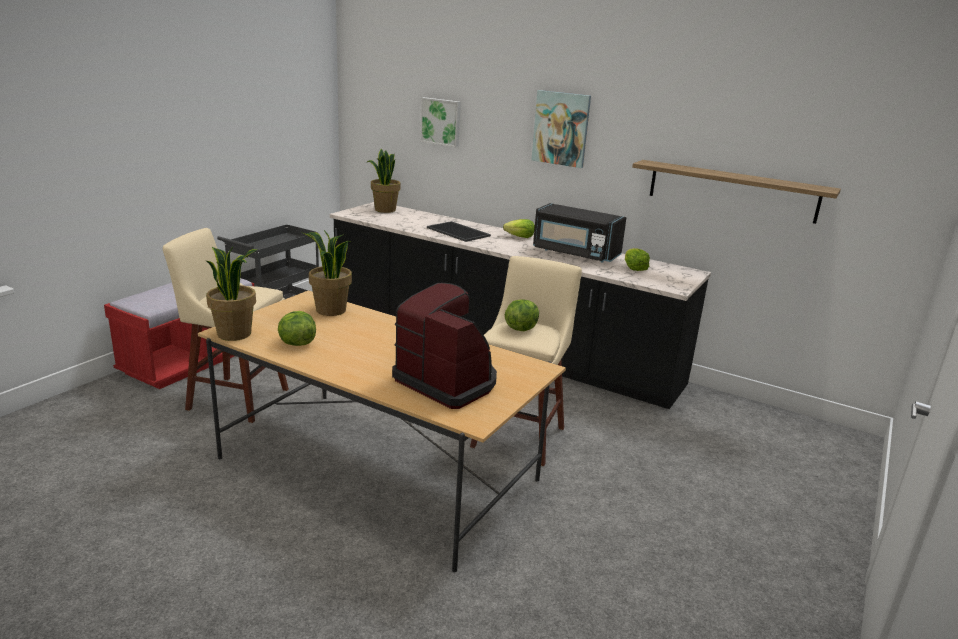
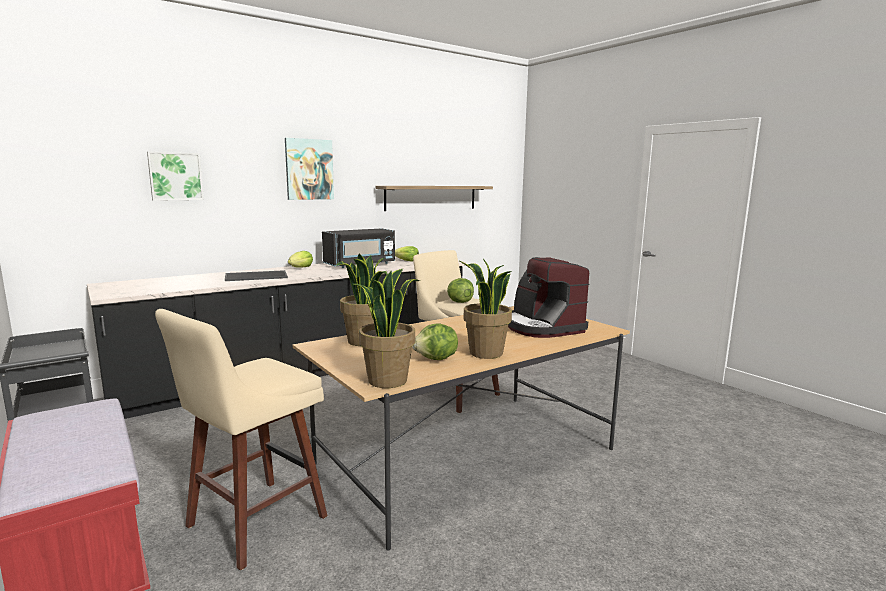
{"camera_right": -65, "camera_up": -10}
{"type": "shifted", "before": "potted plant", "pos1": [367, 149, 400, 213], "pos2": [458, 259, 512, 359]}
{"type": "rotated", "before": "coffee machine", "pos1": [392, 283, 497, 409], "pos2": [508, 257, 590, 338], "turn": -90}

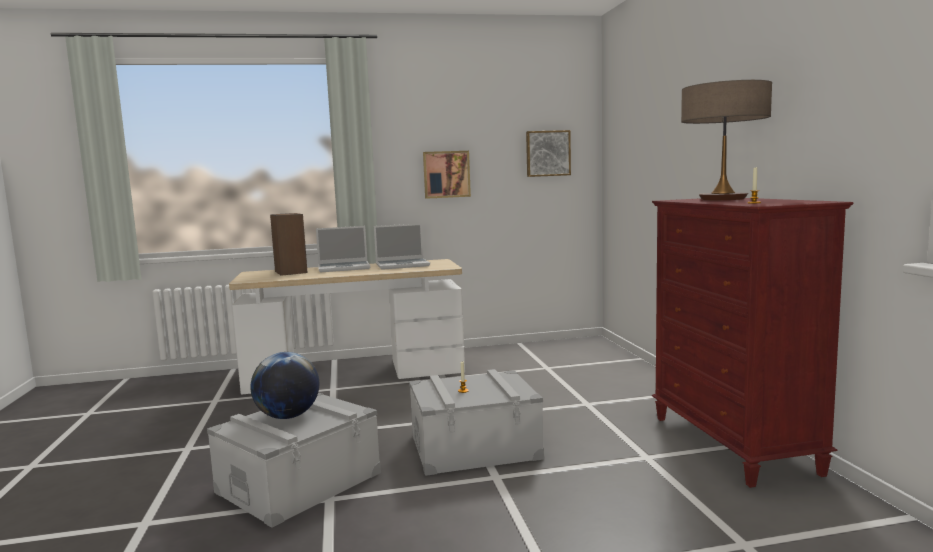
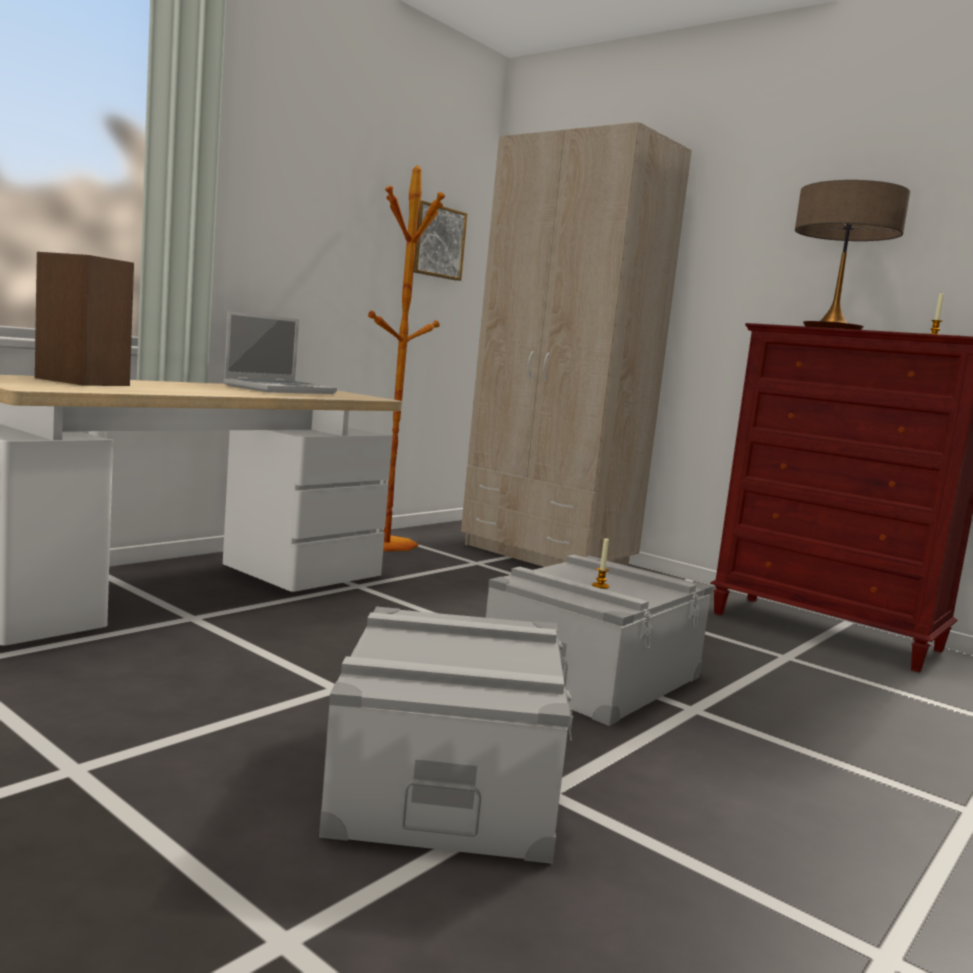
{"camera_right": -40, "camera_up": 0}
{"type": "new", "after": "clothes rack/orange", "pos2": [368, 165, 445, 551]}
{"type": "new", "after": "wardrobe/beige", "pos2": [461, 122, 692, 567]}
{"type": "gone", "before": "globe", "pos1": [250, 352, 319, 419]}
{"type": "gone", "before": "laptop", "pos1": [316, 226, 370, 272]}
{"type": "gone", "before": "picture", "pos1": [423, 151, 471, 199]}

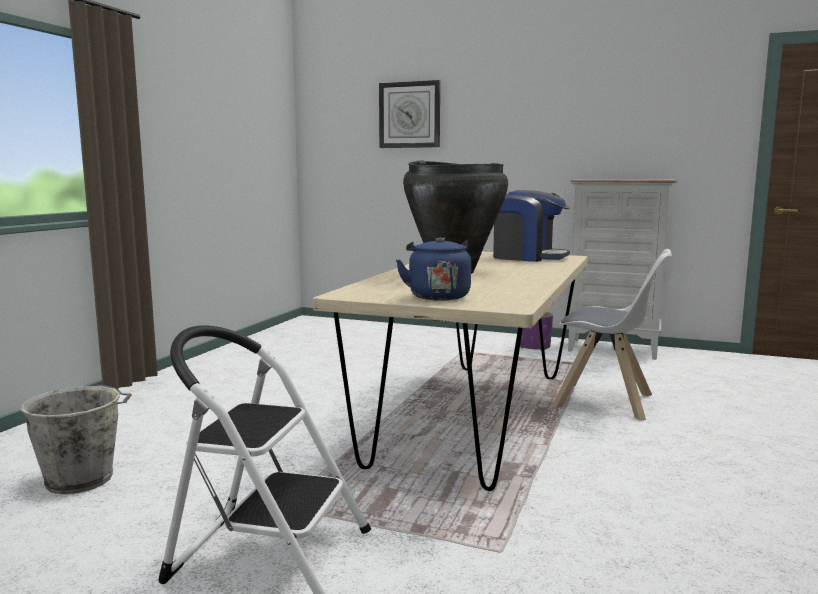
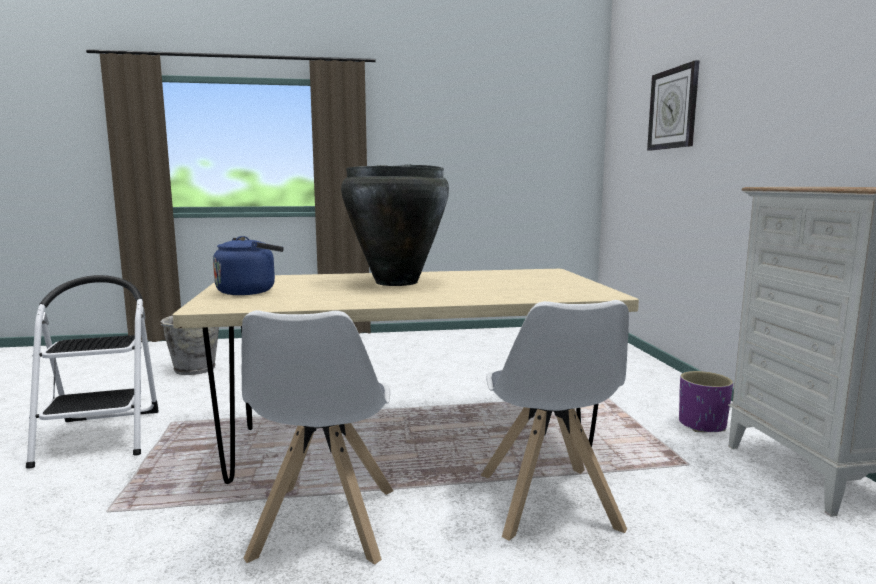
{"camera_right": 60, "camera_up": 0}
{"type": "new", "after": "chair", "pos2": [241, 310, 393, 565]}
{"type": "gone", "before": "coffee machine", "pos1": [493, 190, 570, 262]}

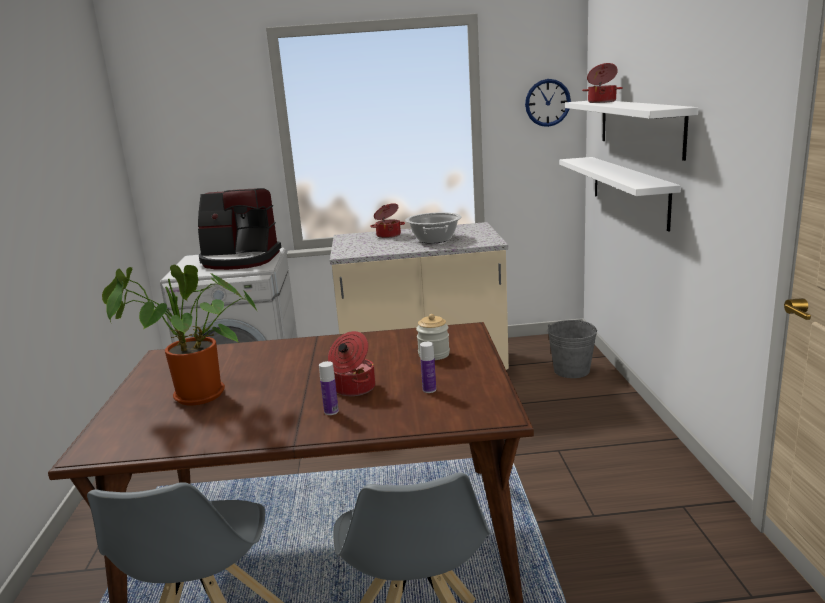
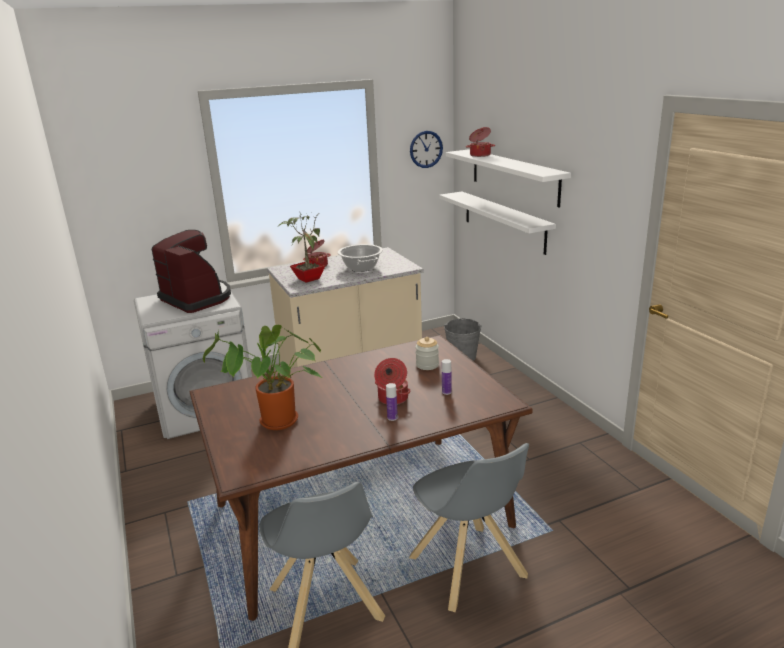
{"camera_right": -20, "camera_up": 5}
{"type": "rotated", "before": "coffee machine", "pos1": [198, 188, 281, 270], "pos2": [152, 230, 231, 313], "turn": -120}
{"type": "new", "after": "potted plant", "pos2": [277, 212, 325, 283]}

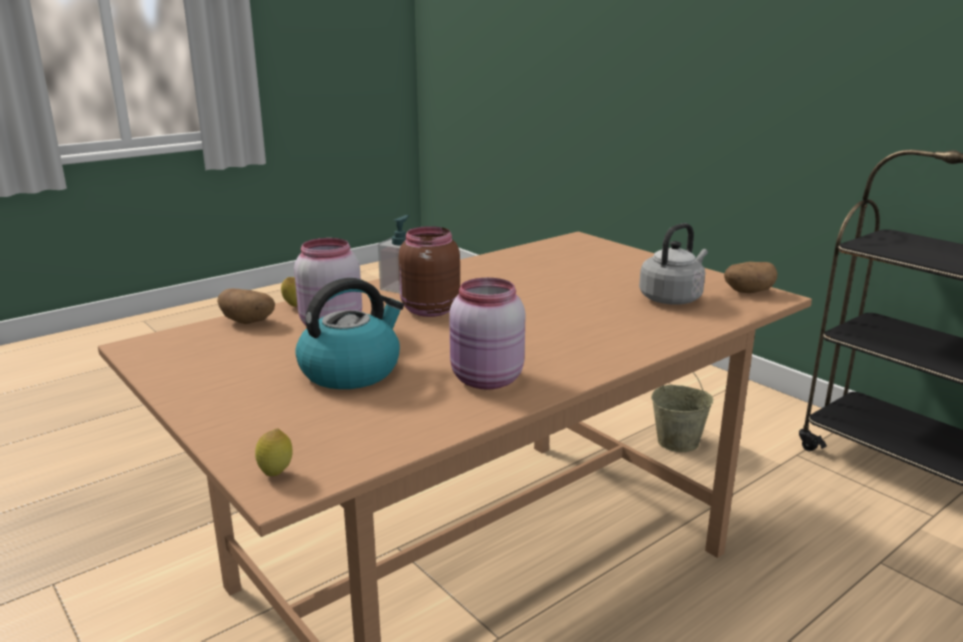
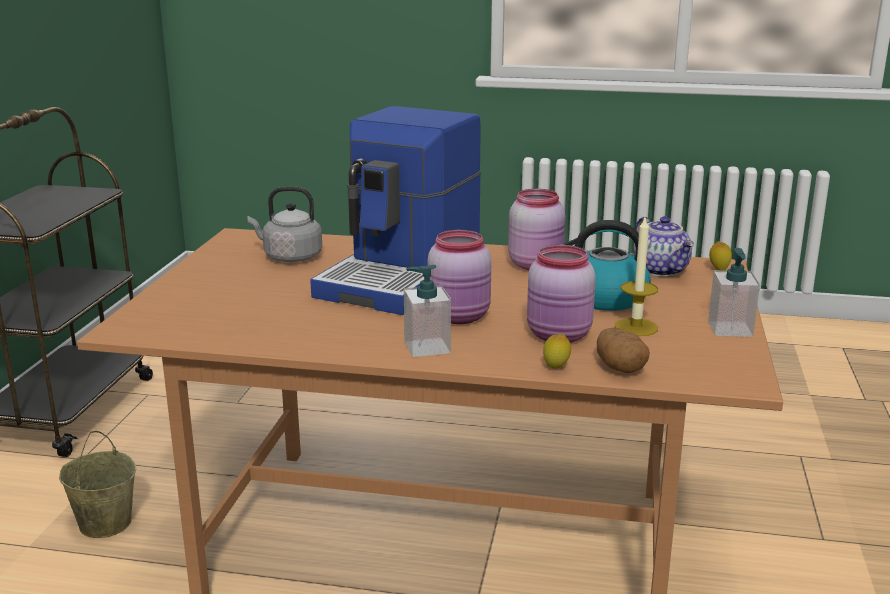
{"camera_right": -130, "camera_up": 0}
{"type": "new", "after": "coffee machine", "pos2": [310, 106, 482, 315]}
{"type": "repainted", "before": "jar/brown", "after": "jar/pink", "pos1": [399, 226, 460, 317], "pos2": [427, 230, 491, 324]}
{"type": "new", "after": "candle", "pos2": [615, 218, 658, 336]}
{"type": "new", "after": "teapot", "pos2": [633, 216, 694, 277]}
{"type": "new", "after": "soap dispenser", "pos2": [708, 248, 760, 337]}
{"type": "gone", "before": "potato", "pos1": [724, 262, 777, 293]}

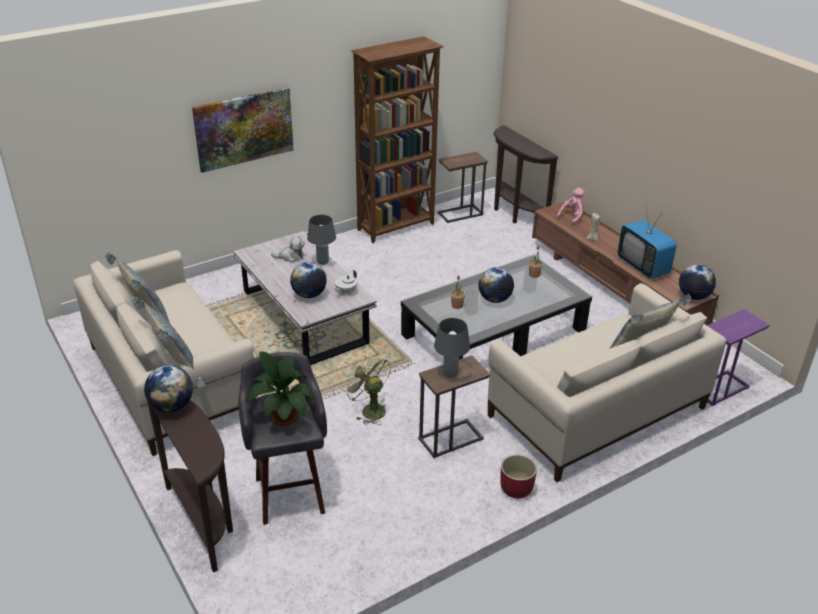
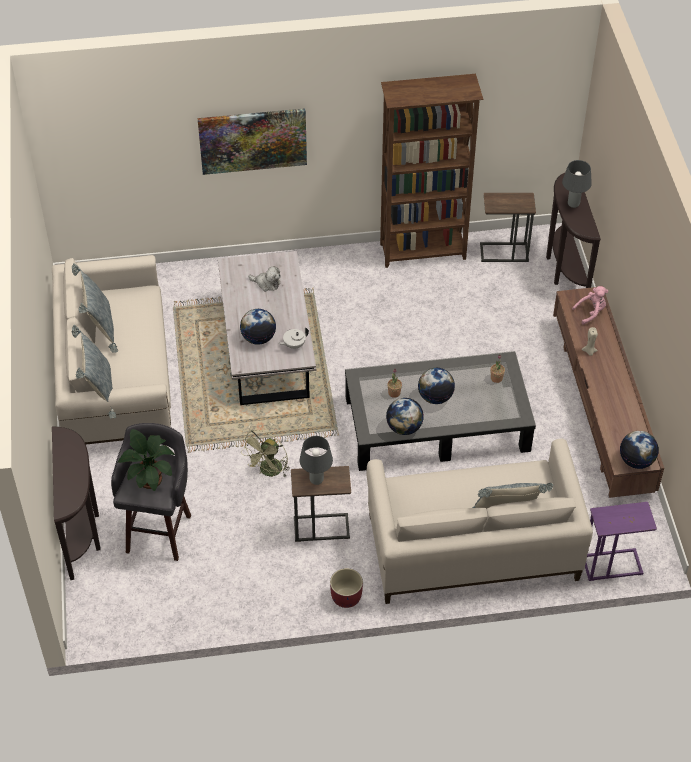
{"camera_right": 25, "camera_up": 15}
{"type": "rotated", "before": "fan/green", "pos1": [343, 354, 391, 425], "pos2": [242, 430, 289, 477], "turn": -135}
{"type": "shifted", "before": "globe", "pos1": [144, 365, 193, 413], "pos2": [386, 398, 424, 435]}
{"type": "shifted", "before": "table lamp/grey", "pos1": [307, 215, 336, 265], "pos2": [562, 160, 592, 208]}
{"type": "gone", "before": "television", "pos1": [617, 203, 677, 279]}

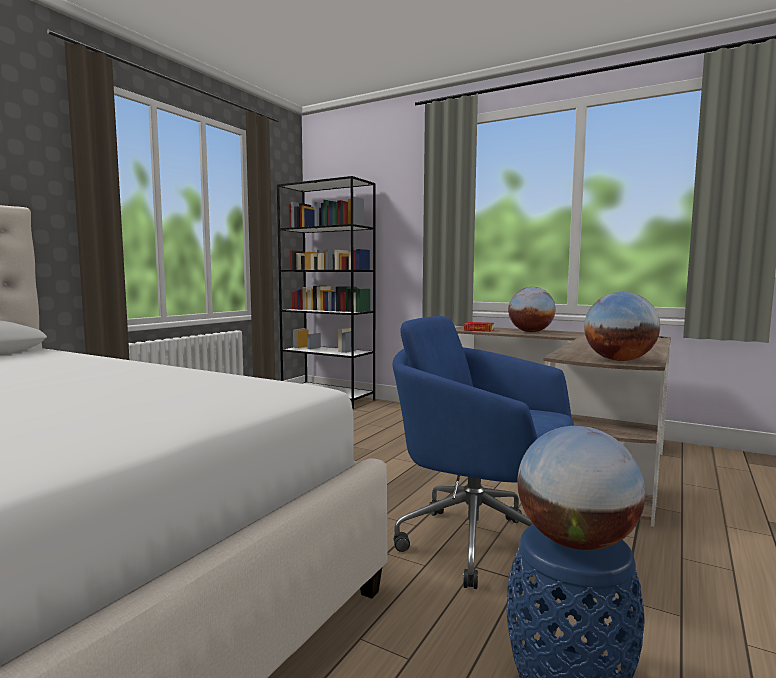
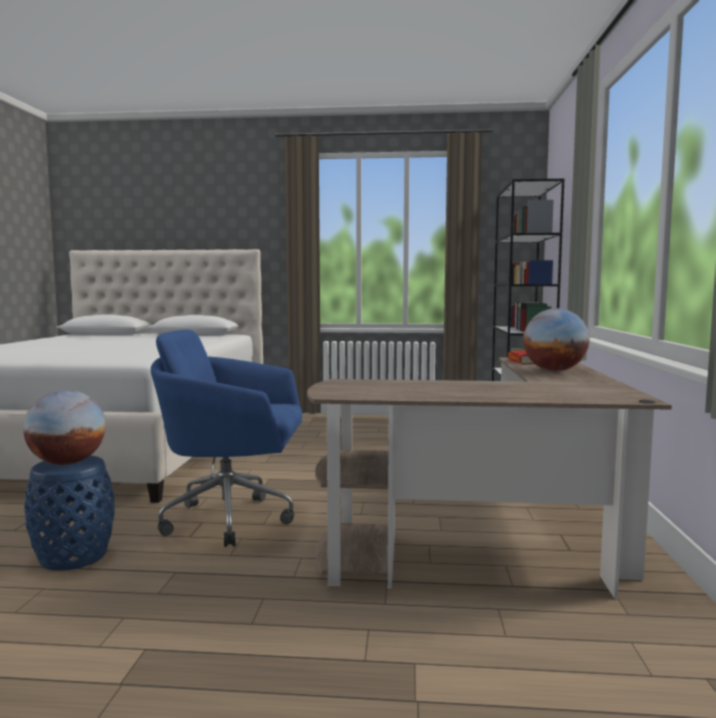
{"camera_right": 65, "camera_up": 0}
{"type": "rotated", "before": "office chair/blue", "pos1": [392, 316, 574, 589], "pos2": [151, 330, 302, 547], "turn": -90}
{"type": "gone", "before": "globe", "pos1": [584, 292, 660, 361]}

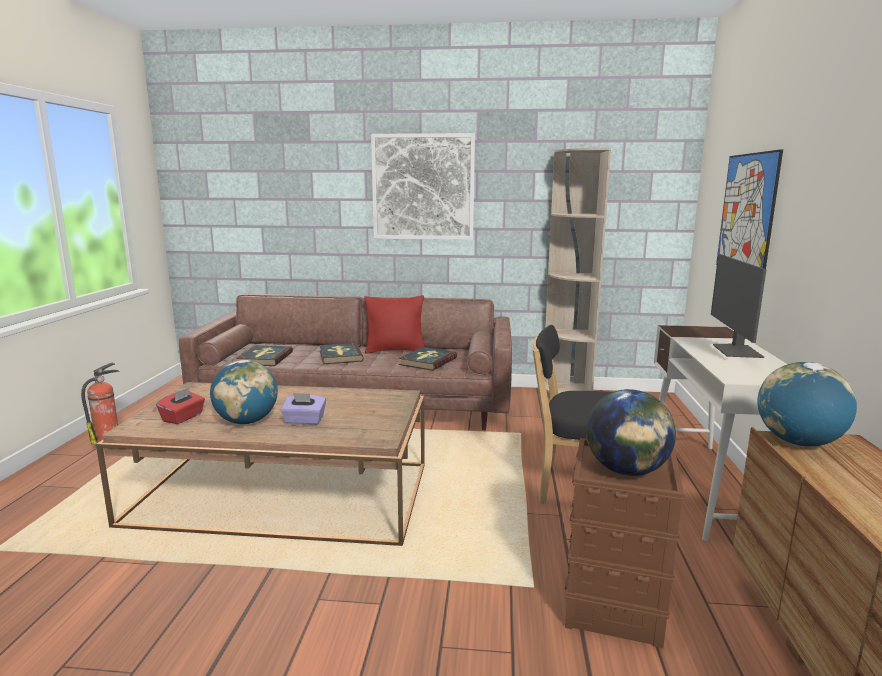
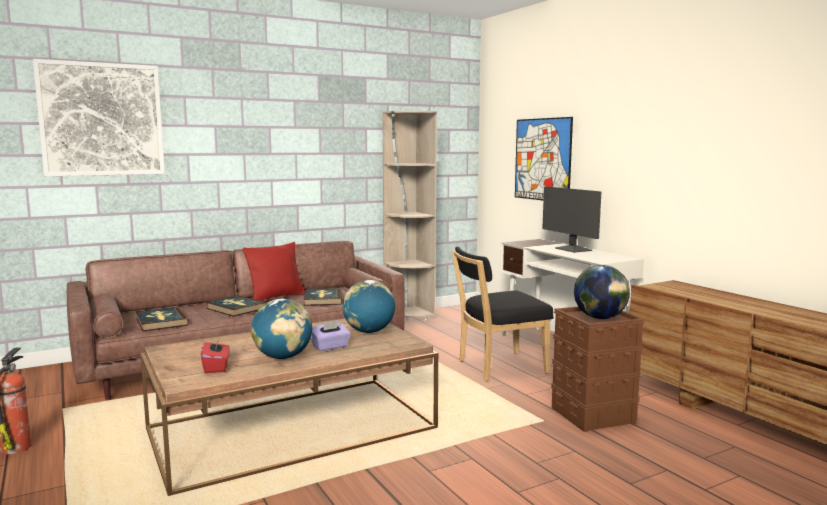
{"camera_right": -35, "camera_up": -5}
{"type": "shifted", "before": "picture", "pos1": [371, 133, 475, 240], "pos2": [33, 59, 165, 176]}
{"type": "shifted", "before": "globe", "pos1": [757, 362, 857, 446], "pos2": [342, 280, 395, 333]}

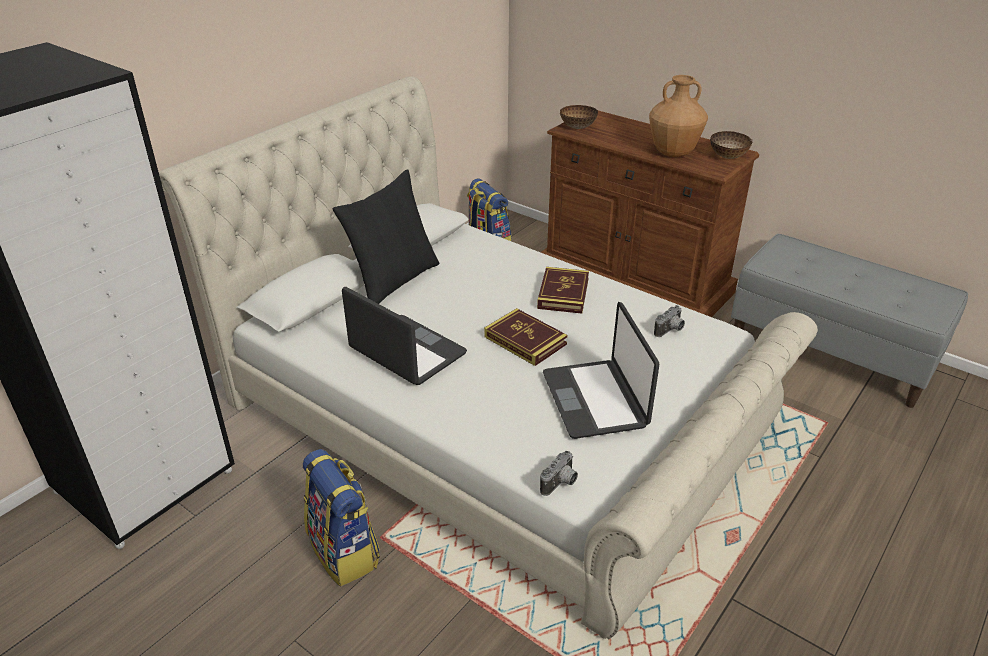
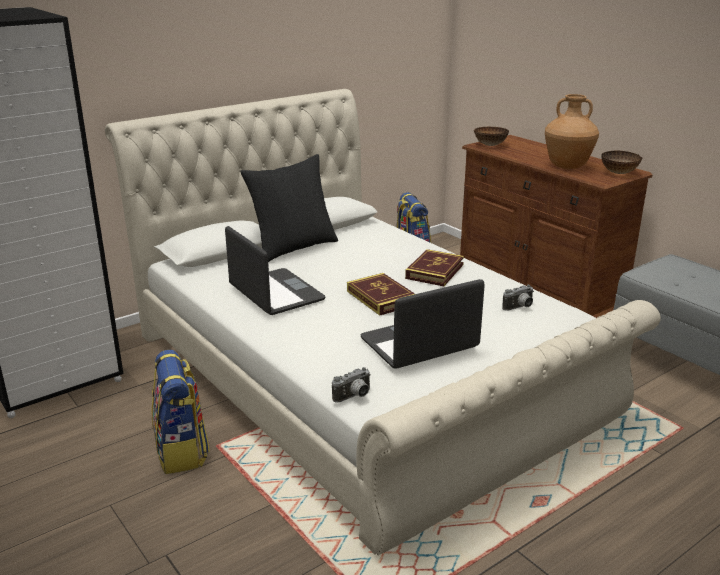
{"camera_right": 15, "camera_up": -10}
{"type": "rotated", "before": "laptop", "pos1": [543, 302, 659, 439], "pos2": [360, 279, 485, 369], "turn": 60}

